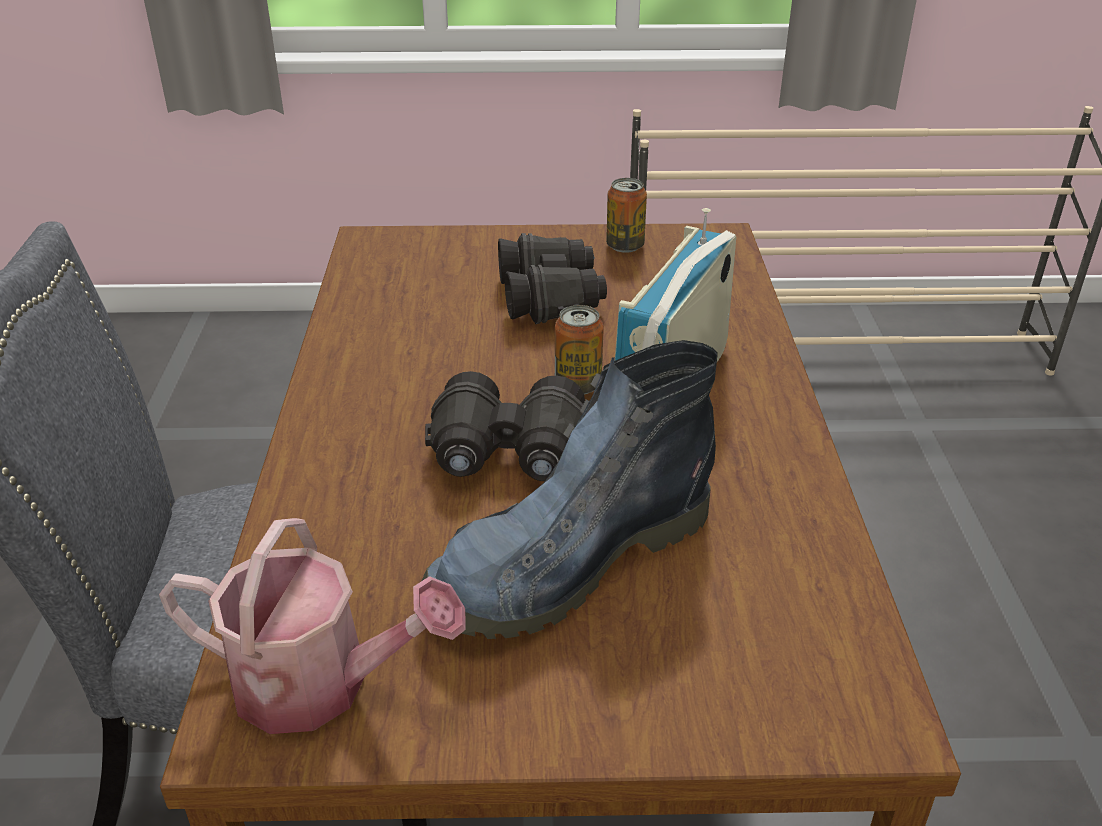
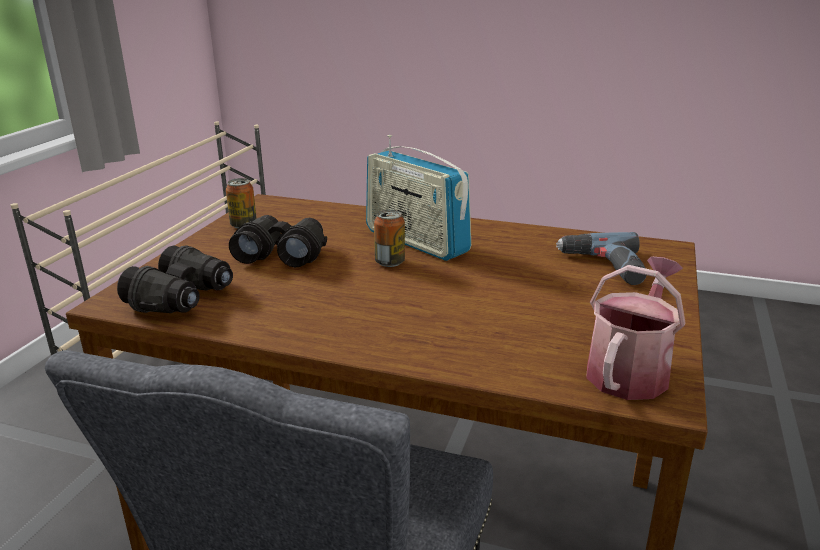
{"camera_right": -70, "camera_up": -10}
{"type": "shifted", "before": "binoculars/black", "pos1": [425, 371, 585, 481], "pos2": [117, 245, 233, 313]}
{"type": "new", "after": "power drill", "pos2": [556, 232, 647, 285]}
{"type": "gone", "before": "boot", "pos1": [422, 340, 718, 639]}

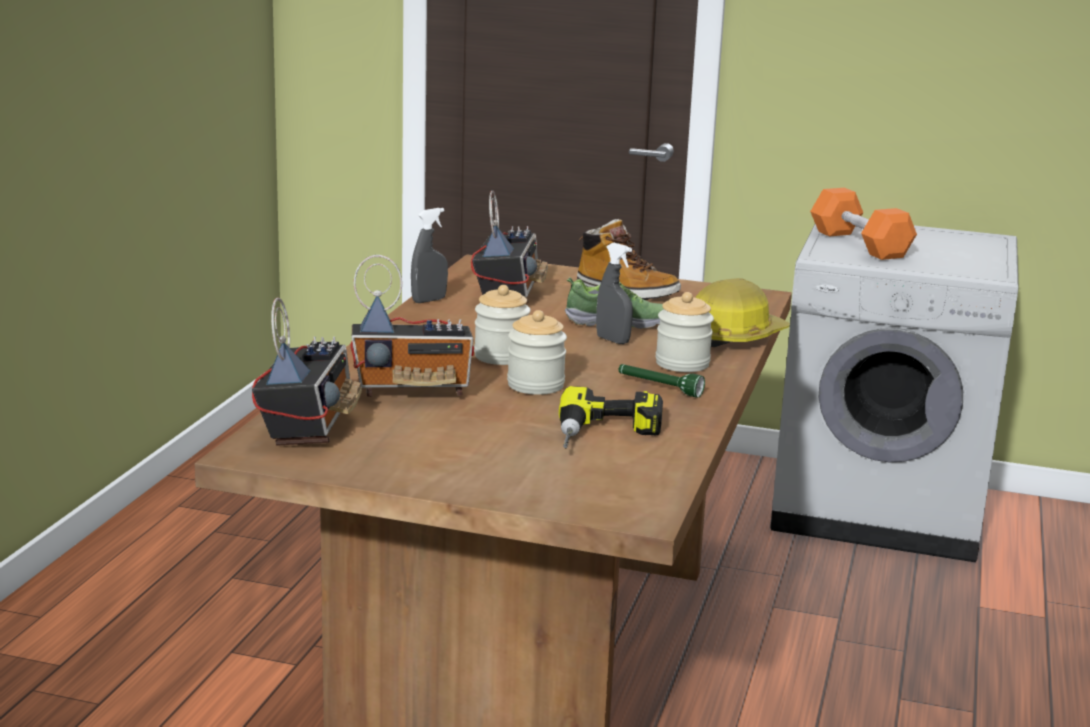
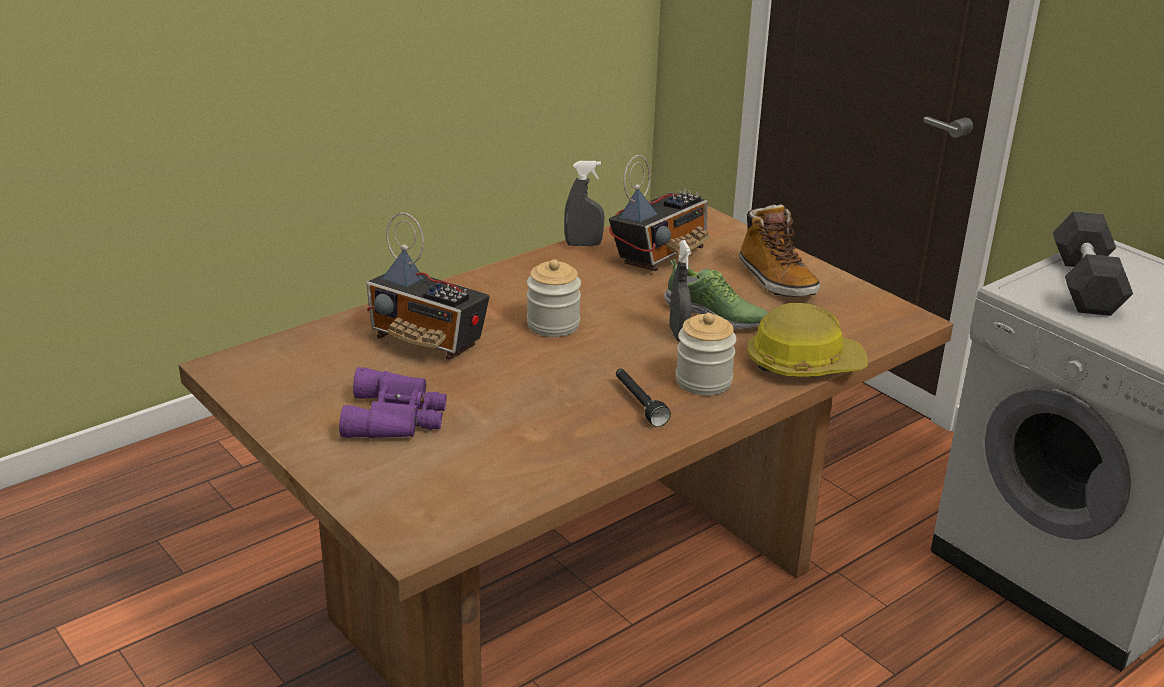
{"camera_right": 35, "camera_up": 10}
{"type": "new", "after": "binoculars/purple", "pos2": [339, 367, 447, 438]}
{"type": "repainted", "before": "flashlight/green", "after": "flashlight/black", "pos1": [619, 364, 705, 398], "pos2": [616, 369, 671, 427]}
{"type": "repainted", "before": "dumbbell/orange", "after": "dumbbell/grey", "pos1": [810, 188, 917, 260], "pos2": [1053, 211, 1133, 316]}
{"type": "gone", "before": "radio", "pos1": [252, 298, 362, 446]}
{"type": "gone", "before": "jar", "pos1": [507, 310, 567, 395]}
{"type": "gone", "before": "power drill", "pos1": [559, 386, 663, 449]}

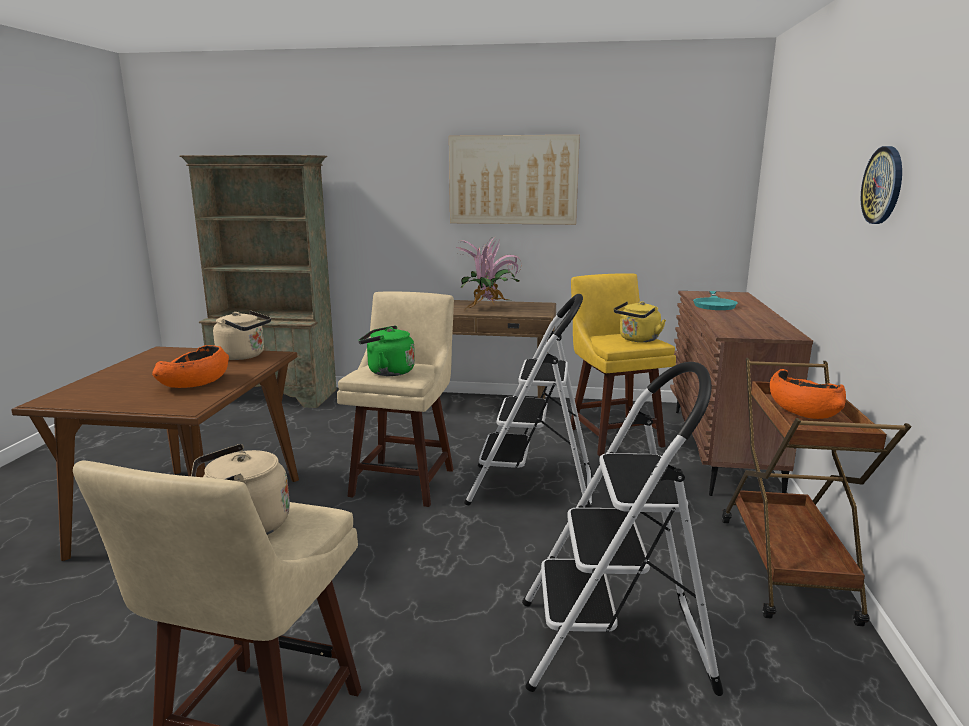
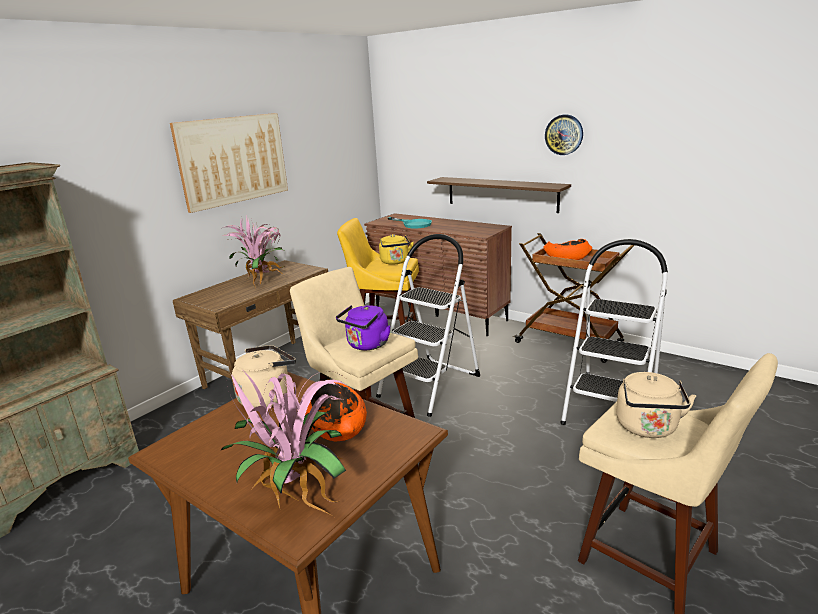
{"camera_right": -60, "camera_up": 5}
{"type": "new", "after": "potted plant", "pos2": [221, 368, 349, 517]}
{"type": "repainted", "before": "kettle/green", "after": "kettle/purple", "pos1": [358, 325, 415, 376], "pos2": [336, 305, 391, 350]}
{"type": "new", "after": "shelf", "pos2": [427, 177, 571, 213]}

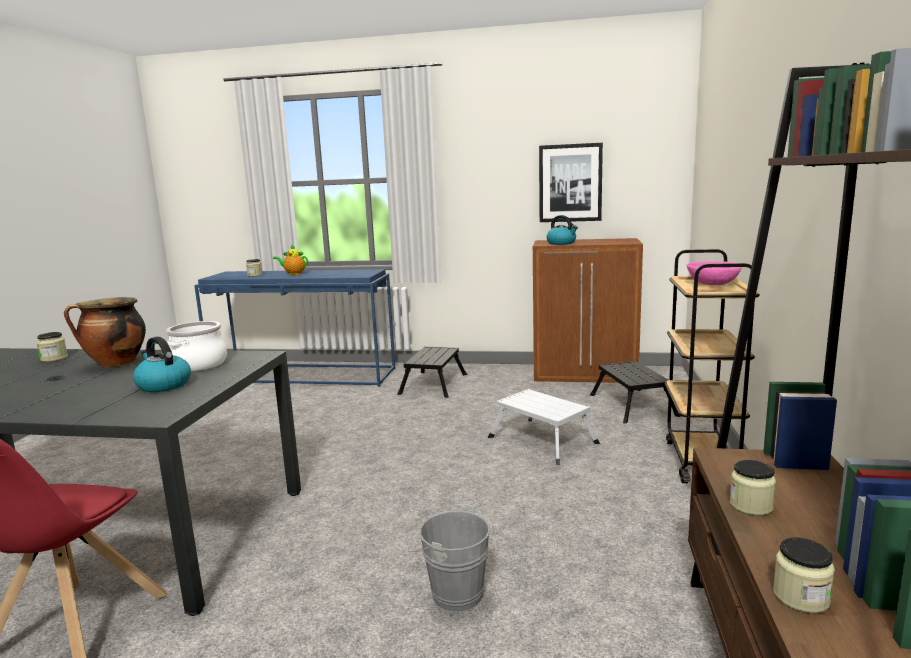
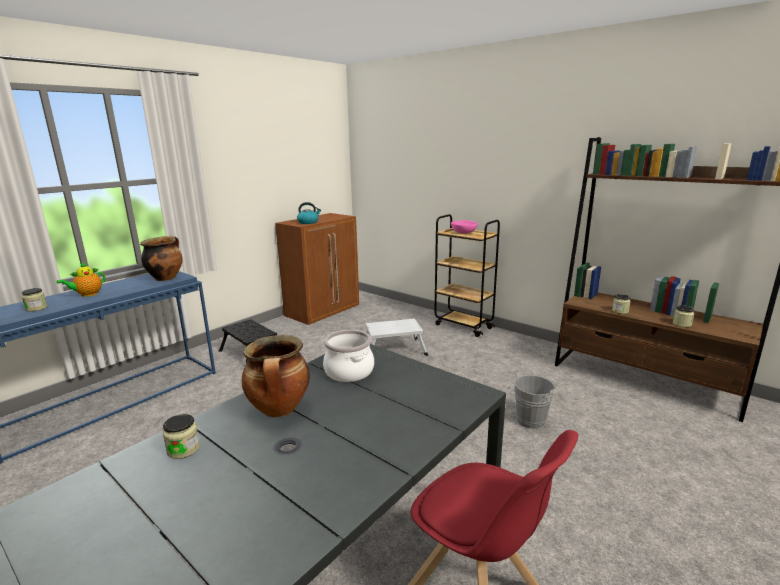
{"camera_right": -60, "camera_up": 5}
{"type": "new", "after": "cooking pot", "pos2": [140, 236, 183, 281]}
{"type": "gone", "before": "kettle", "pos1": [133, 337, 191, 392]}
{"type": "gone", "before": "picture", "pos1": [539, 143, 603, 222]}
{"type": "gone", "before": "step ladder/black", "pos1": [590, 361, 681, 424]}

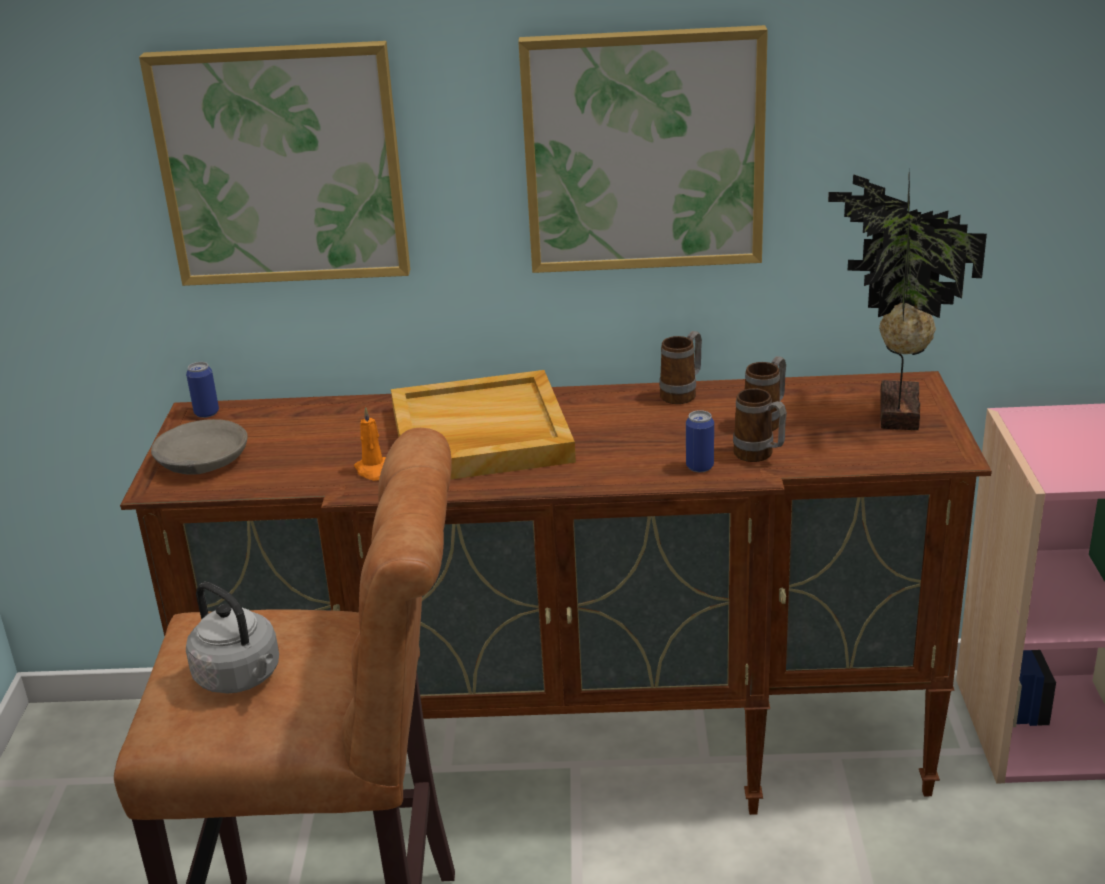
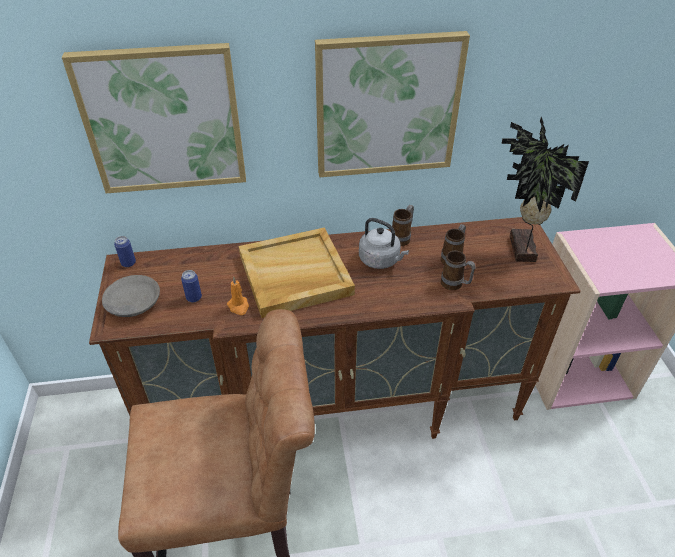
{"camera_right": -10, "camera_up": 15}
{"type": "shifted", "before": "can", "pos1": [686, 410, 714, 472], "pos2": [181, 270, 202, 303]}
{"type": "shifted", "before": "kettle/grey", "pos1": [186, 582, 279, 693], "pos2": [359, 218, 409, 269]}

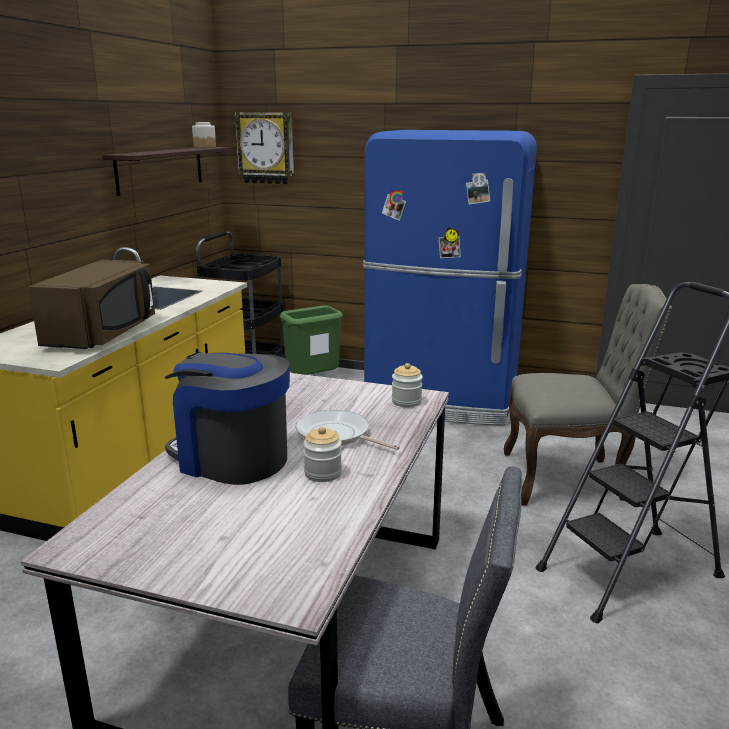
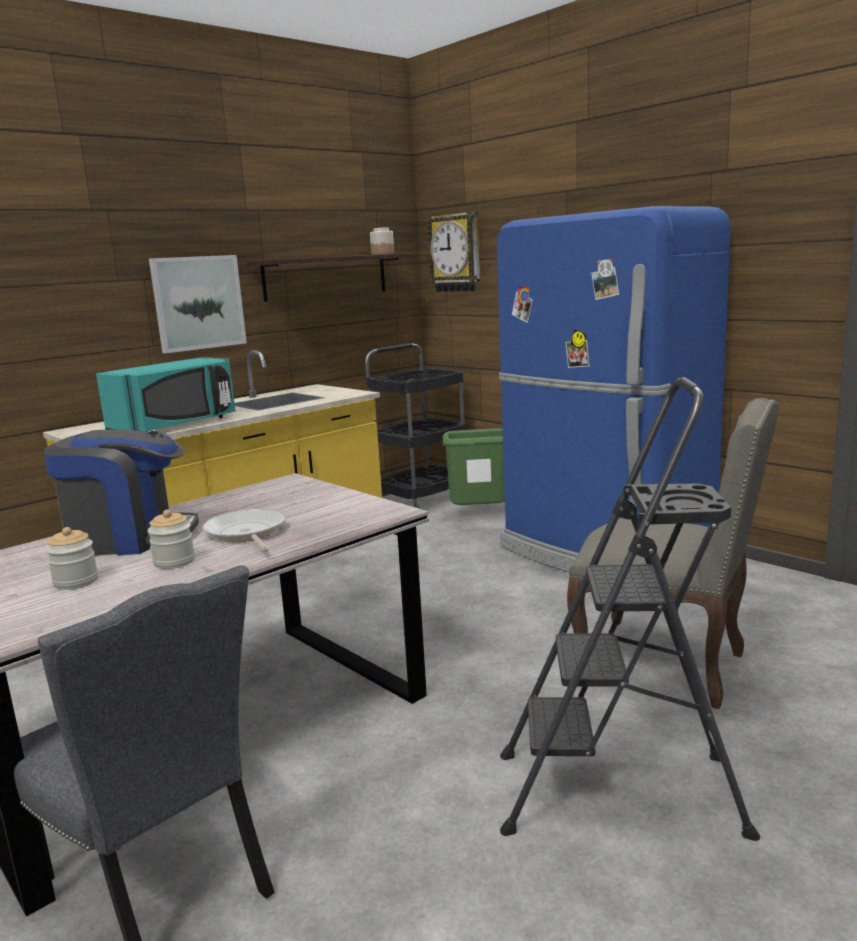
{"camera_right": 30, "camera_up": -5}
{"type": "rotated", "before": "coffee machine", "pos1": [165, 352, 290, 485], "pos2": [43, 429, 199, 555], "turn": 120}
{"type": "shifted", "before": "jar", "pos1": [392, 363, 423, 407], "pos2": [46, 527, 98, 590]}
{"type": "repainted", "before": "microwave/brown", "after": "microwave/turquoise", "pos1": [28, 259, 155, 349], "pos2": [96, 357, 236, 432]}
{"type": "new", "after": "picture", "pos2": [149, 255, 247, 353]}

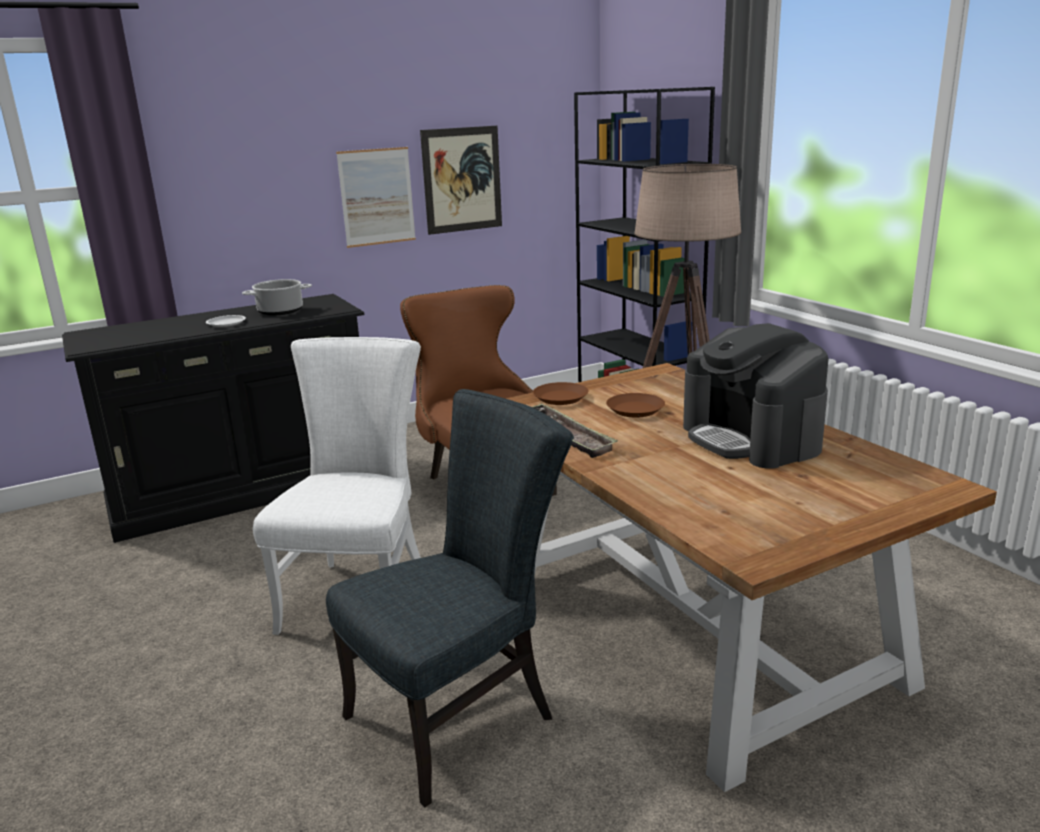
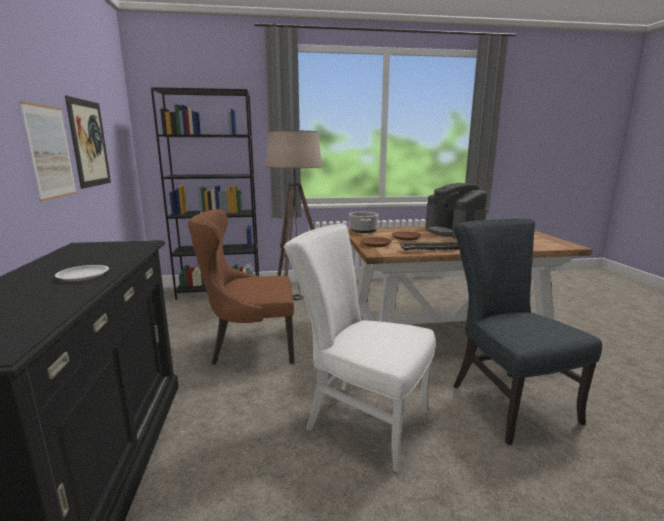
{"camera_right": -70, "camera_up": -5}
{"type": "shifted", "before": "cooking pot", "pos1": [242, 279, 312, 315], "pos2": [349, 212, 379, 233]}
{"type": "rotated", "before": "coffee machine", "pos1": [683, 323, 829, 469], "pos2": [425, 183, 488, 239], "turn": 75}

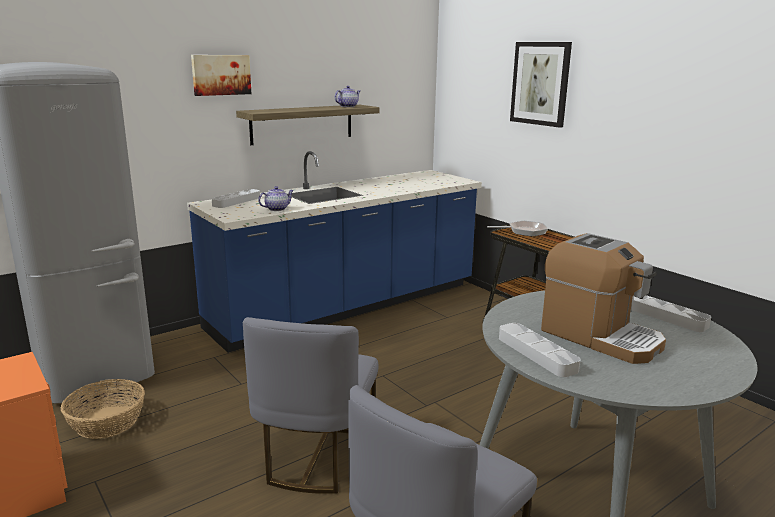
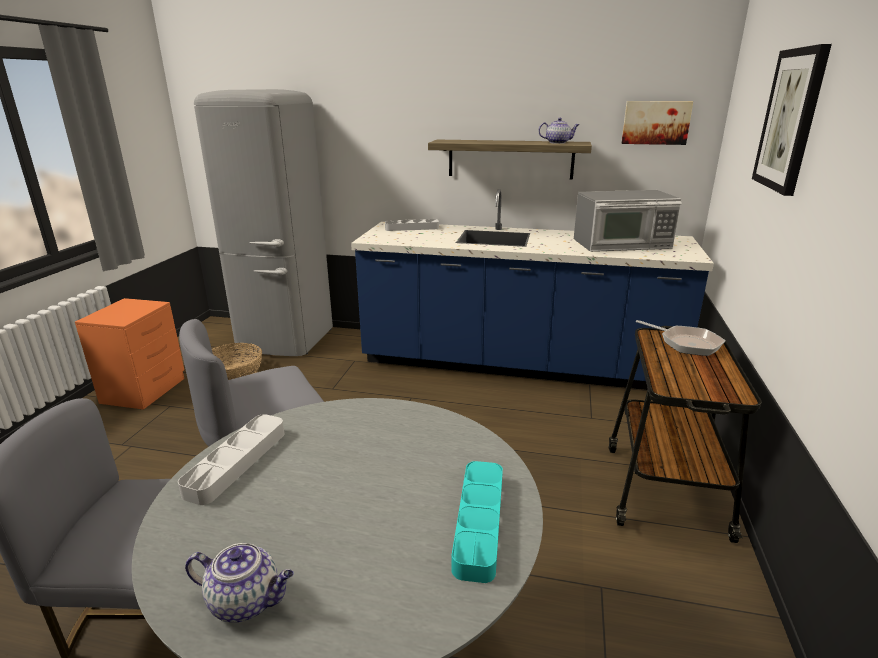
{"camera_right": 50, "camera_up": 5}
{"type": "shifted", "before": "teapot", "pos1": [258, 186, 294, 211], "pos2": [185, 543, 294, 622]}
{"type": "repainted", "before": "tray/grey", "after": "tray/turquoise", "pos1": [631, 295, 711, 332], "pos2": [451, 461, 503, 583]}
{"type": "new", "after": "microwave", "pos2": [574, 190, 682, 252]}
{"type": "shifted", "before": "picture", "pos1": [191, 55, 251, 96], "pos2": [621, 101, 693, 145]}
{"type": "gone", "before": "coffee machine", "pos1": [541, 233, 666, 364]}

